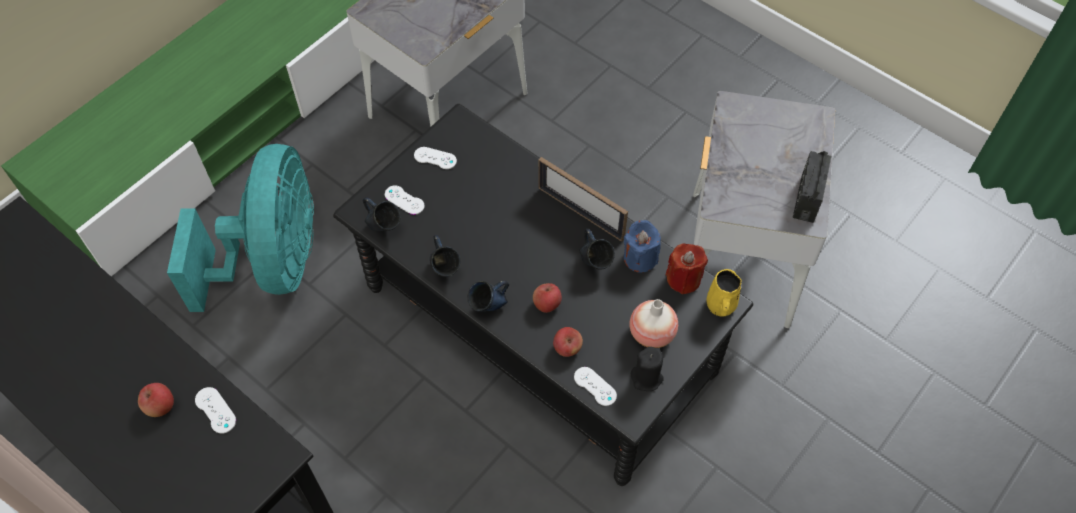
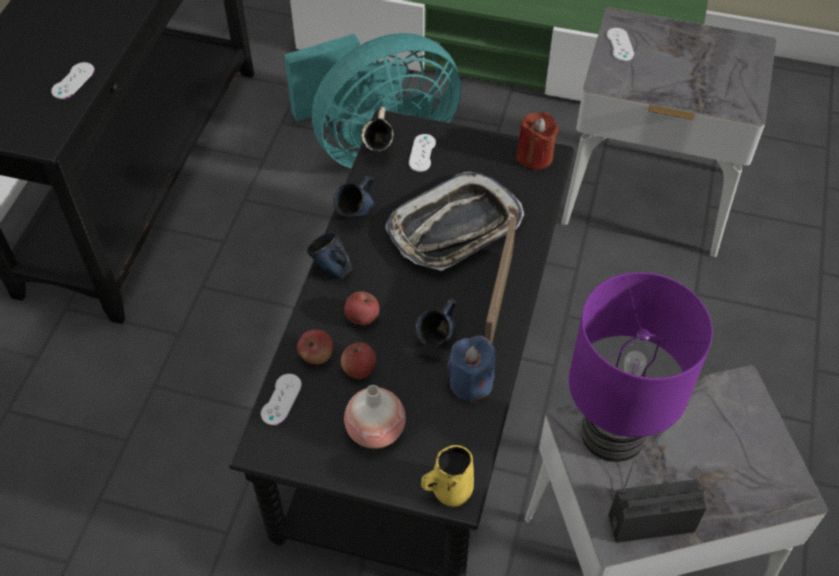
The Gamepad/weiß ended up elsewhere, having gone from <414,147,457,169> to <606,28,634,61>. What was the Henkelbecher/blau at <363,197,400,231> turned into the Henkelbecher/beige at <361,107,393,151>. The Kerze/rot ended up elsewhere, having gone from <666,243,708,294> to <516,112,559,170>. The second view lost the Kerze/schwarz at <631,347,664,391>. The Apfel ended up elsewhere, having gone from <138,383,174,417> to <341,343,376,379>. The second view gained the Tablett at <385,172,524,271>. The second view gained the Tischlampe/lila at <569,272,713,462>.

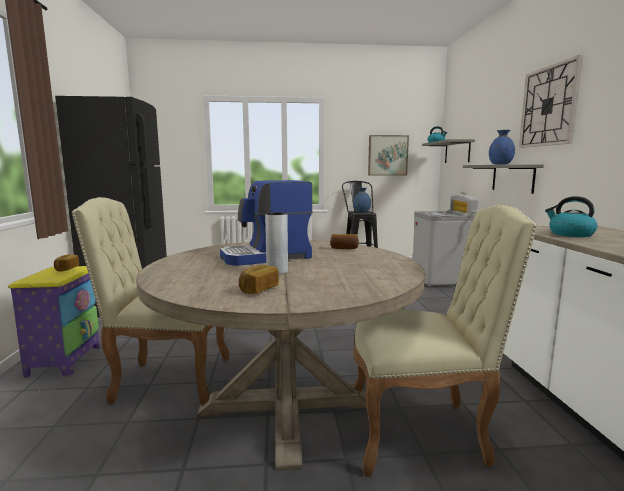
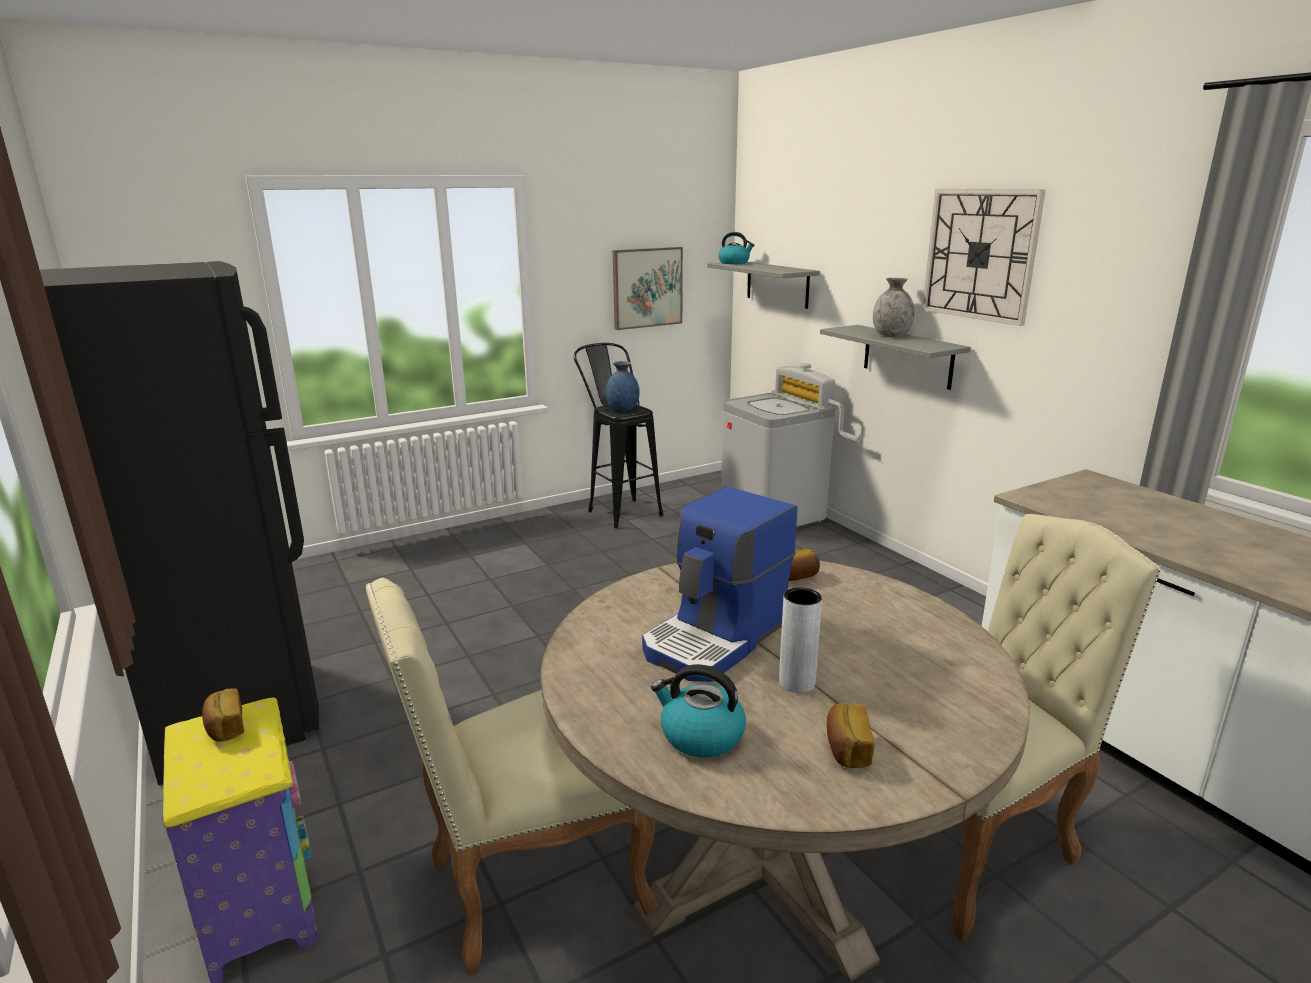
What was the Vase/blau at <489,130,515,165> turned into the Vase/grau at <873,278,914,337>. The Wasserkessel ended up elsewhere, having gone from <545,196,598,237> to <651,664,746,758>.

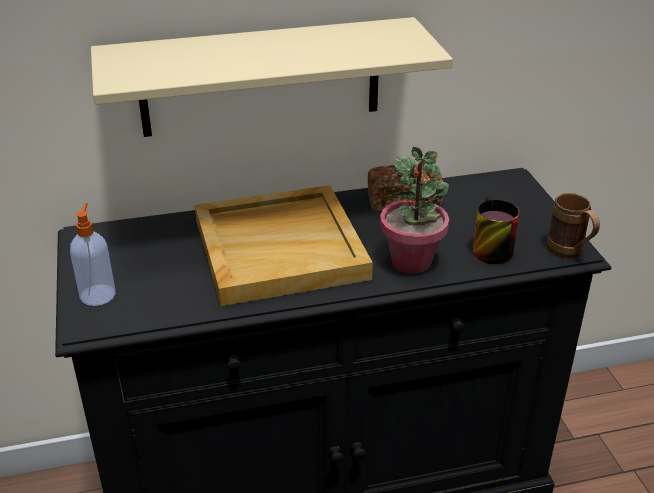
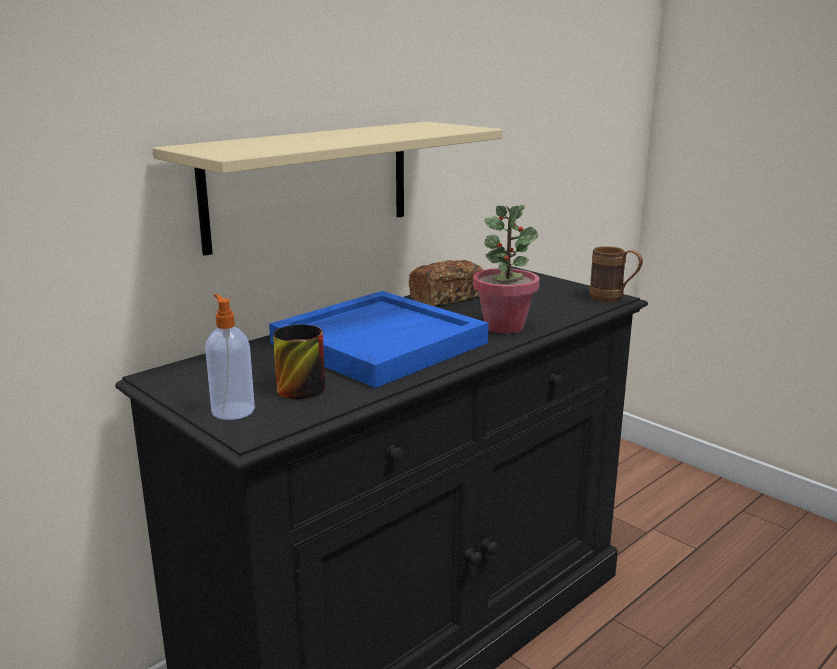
What was the Tablett/beige at <195,185,373,306> turned into the Tablett/blau at <269,291,489,388>. The Henkelbecher ended up elsewhere, having gone from <473,196,519,264> to <273,325,325,399>.

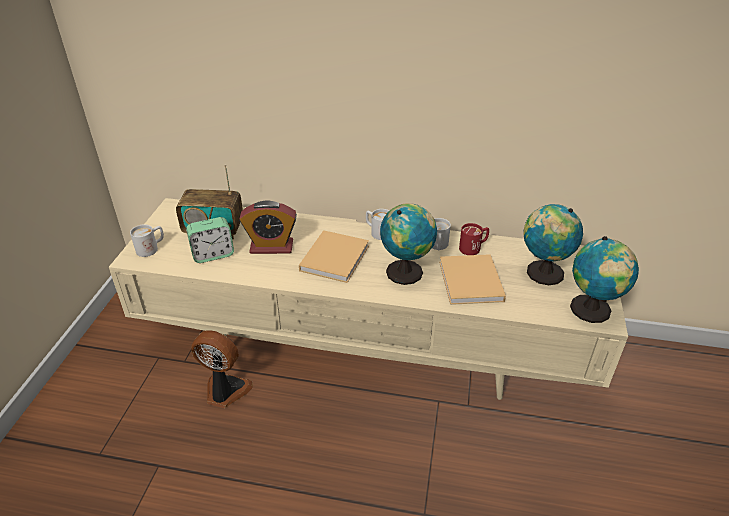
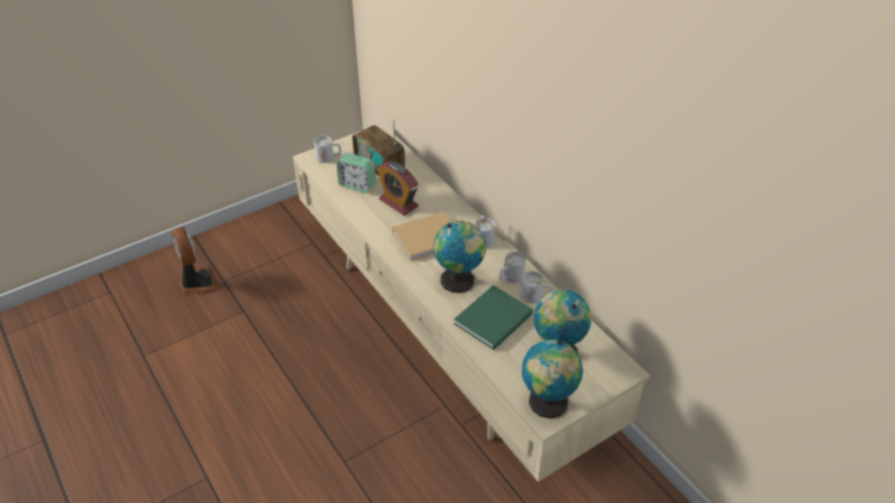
What was the Henkelbecher/rot at <459,223,489,255> turned into the Henkelbecher/weiß at <521,271,552,303>. What was the Buch/beige at <439,254,506,305> turned into the Buch/grün at <454,285,533,350>. The Ventilator ended up elsewhere, having gone from <191,330,253,408> to <172,227,219,294>.

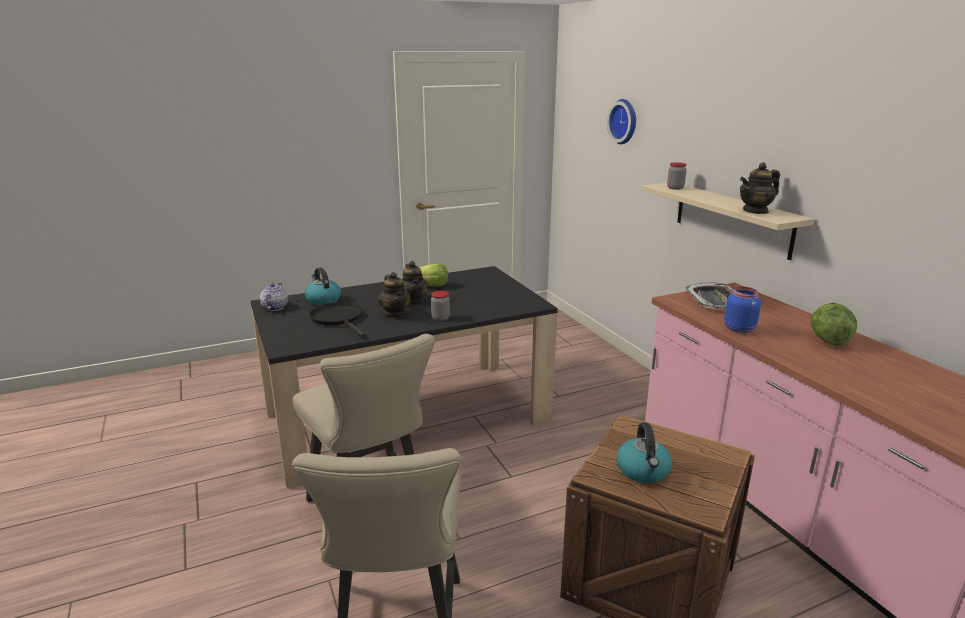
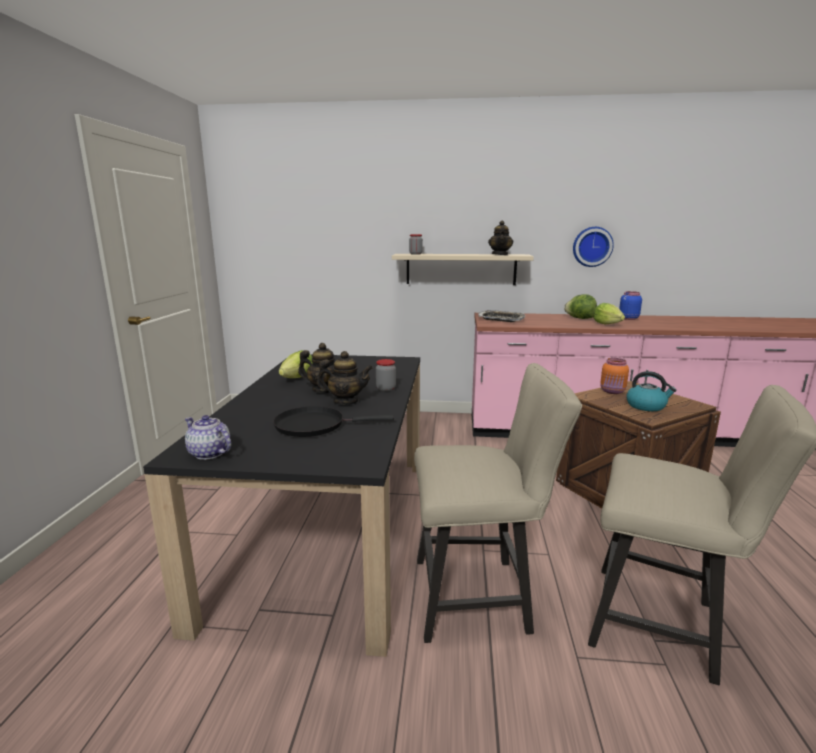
The Wanduhr ended up elsewhere, having gone from <607,99,636,144> to <573,227,614,267>. The second view lost the Wasserkessel at <305,267,341,305>. The Vorratsglas/blau ended up elsewhere, having gone from <724,287,761,333> to <619,291,642,320>. The second view gained the Salatkopf at <593,303,625,324>. The second view gained the Vorratsglas/orange at <600,358,629,394>.

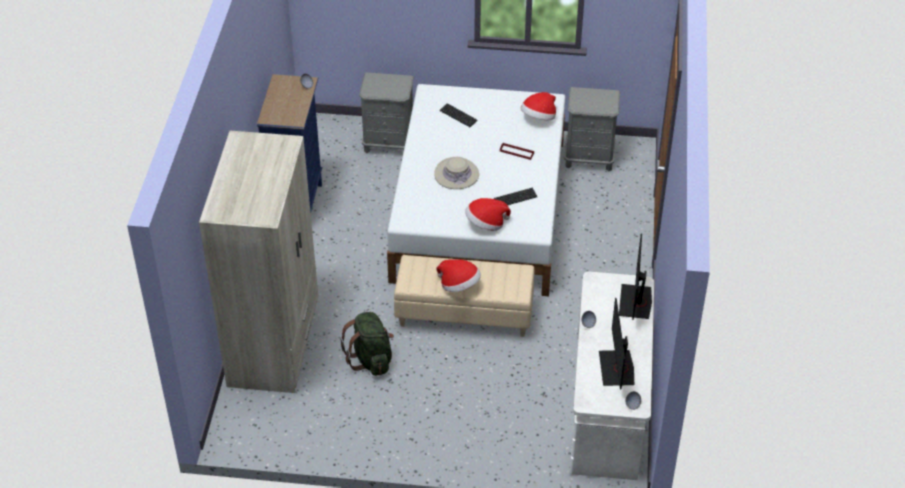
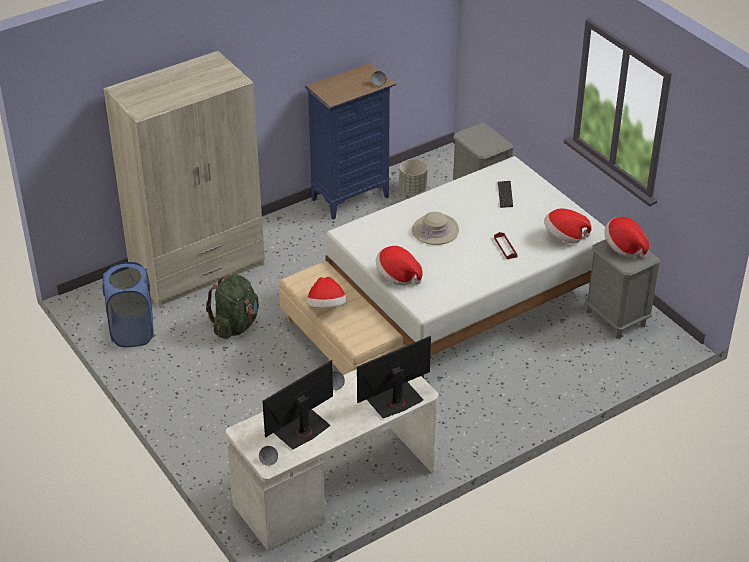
The second view lost the Tastatur at <494,188,538,205>. The second view gained the Pflanzkübel/grau at <399,159,428,193>. The second view gained the Hut at <604,217,649,258>. The second view gained the Wäschekorb/blau at <102,262,154,347>.

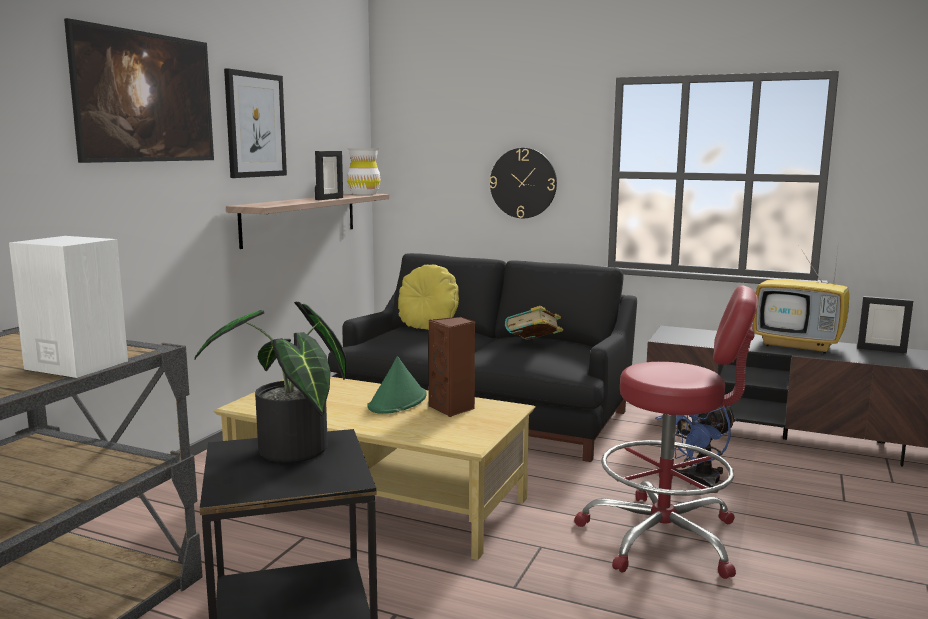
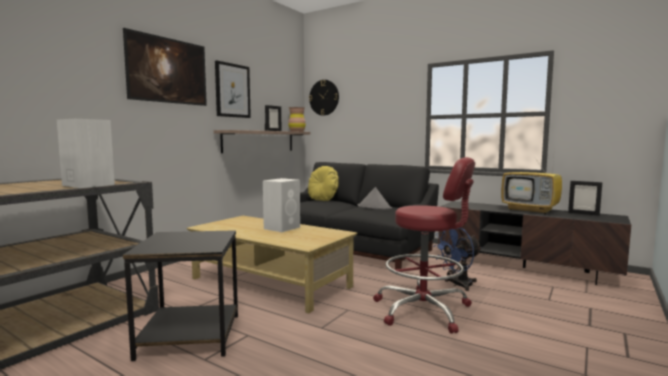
What was the Vase/weiß at <347,148,381,195> turned into the Vase/braun at <288,107,306,132>. The Wanduhr ended up elsewhere, having gone from <490,148,557,218> to <309,80,339,116>. The second view lost the Topfpflanze at <194,302,346,463>. Where the Buch stood at <505,306,563,340>, the Hut/grau came to stand at <357,187,392,210>. The second view lost the Lautsprecher/braun at <429,317,475,417>. Where the Hut/grün stood at <368,356,426,414>, the Lautsprecher/weiß came to stand at <263,178,300,232>.

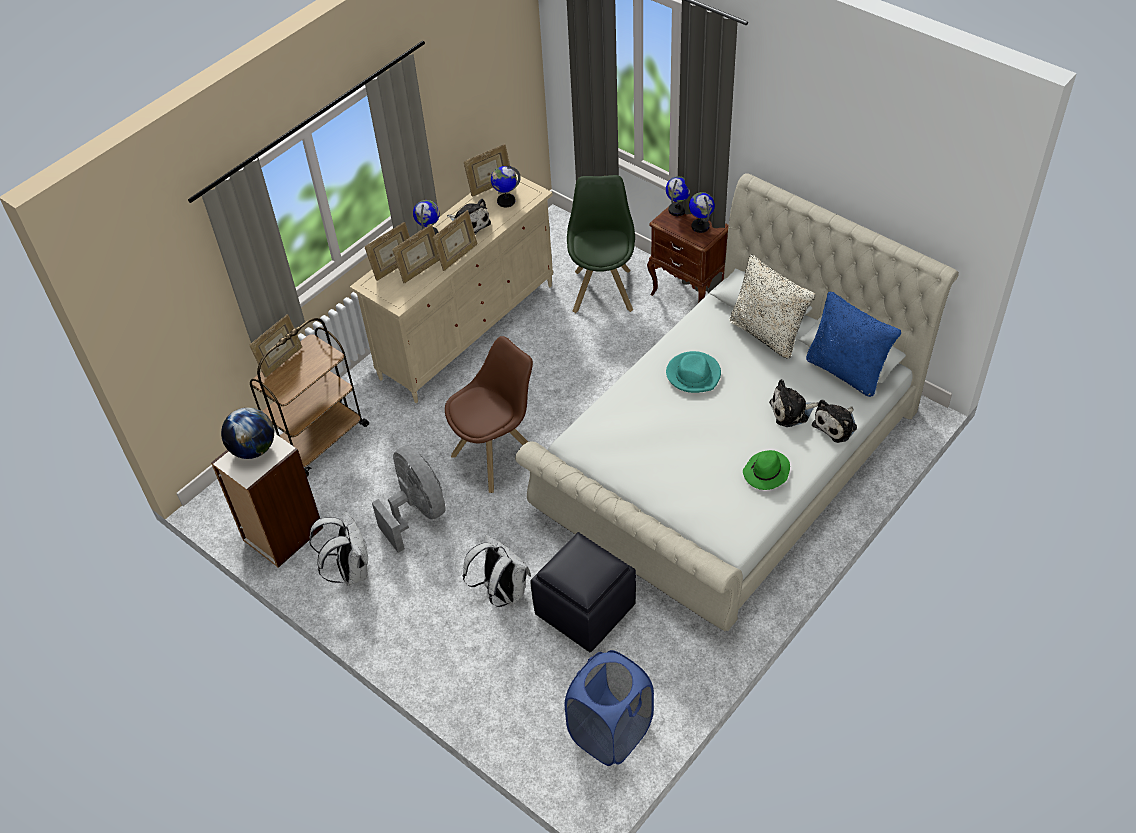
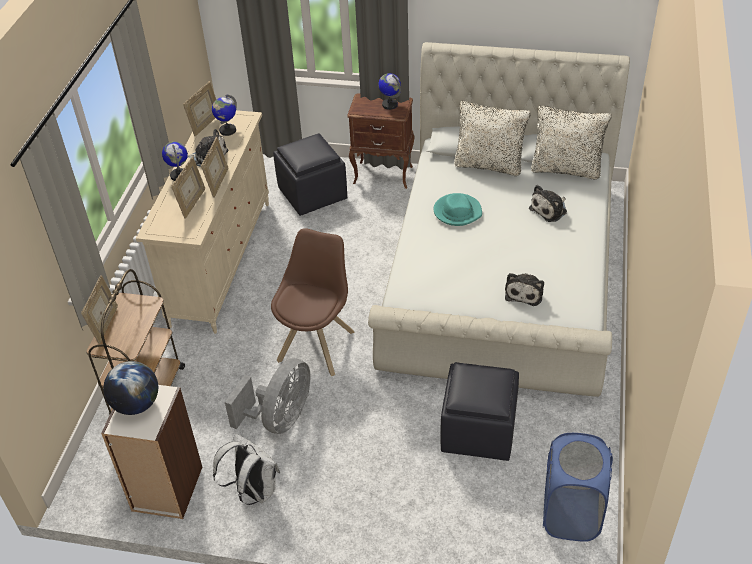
Where the Stuhl/grün stood at <567,175,635,313>, the Polsterhocker/schwarz came to stand at <273,133,347,216>. The second view lost the Globus at <666,176,690,216>. The second view lost the Bilderrahmen at <365,222,410,281>. What was the Kissen/blau at <806,291,902,397> turned into the Kissen/beige at <531,105,612,180>. The Plüschtier ended up elsewhere, having gone from <812,399,857,443> to <505,273,544,306>. The Ventilator/grau at <372,446,446,553> ended up facing another way, 90 degrees clockwise from before. The second view lost the Hut/grün at <743,450,790,490>. The second view lost the Rucksack/weiß at <463,535,531,607>.

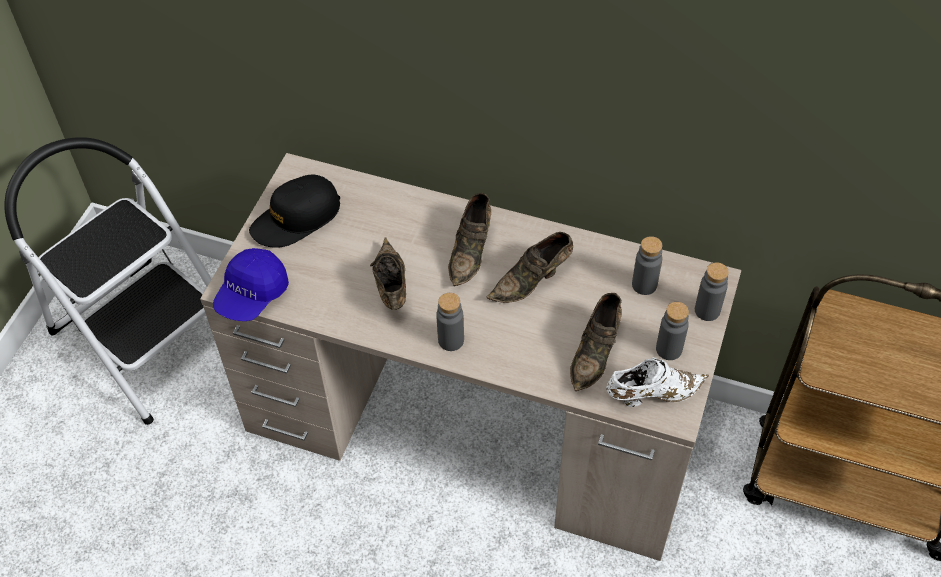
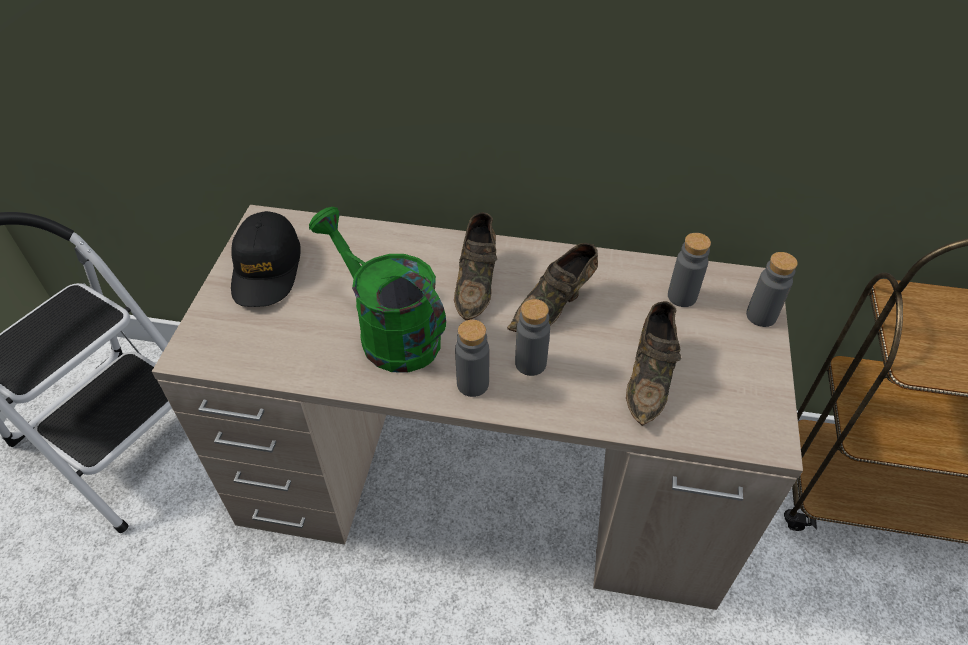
The Kappe/schwarz at <249,174,340,248> ended up facing another way, 45 degrees counterclockwise from before. Where the Schuh/braun stood at <370,237,406,310>, the Gießkanne/grün came to stand at <309,207,446,373>. The second view lost the Kappe/blau at <213,248,289,321>. The Flasche/grau ended up elsewhere, having gone from <656,302,689,360> to <515,299,550,376>. The second view lost the Schuh/weiß at <606,357,709,407>.

